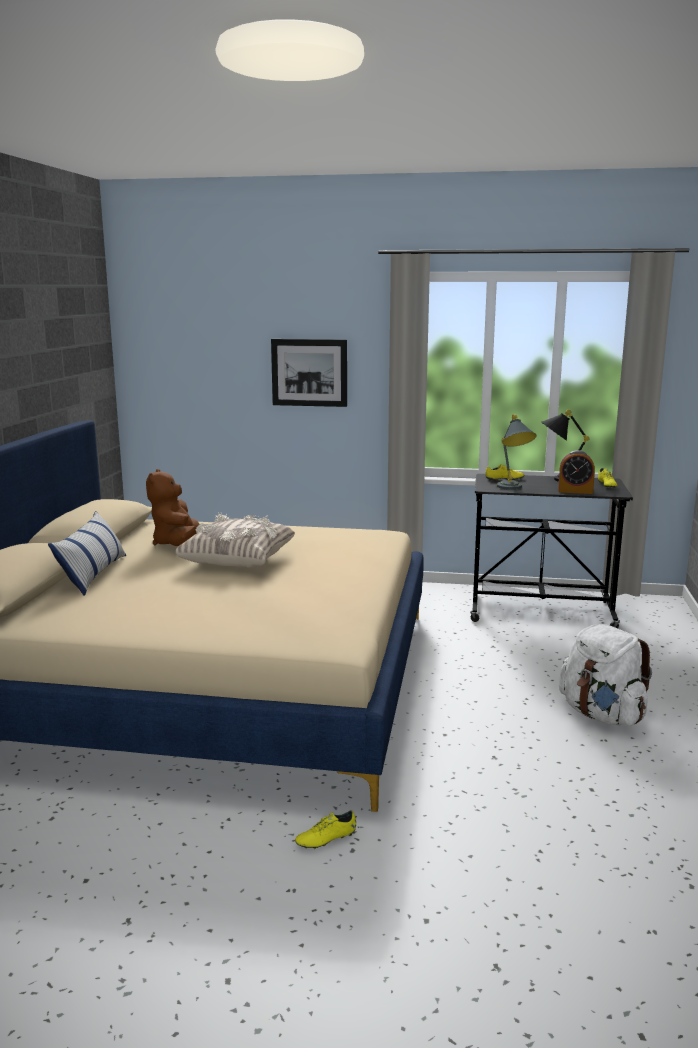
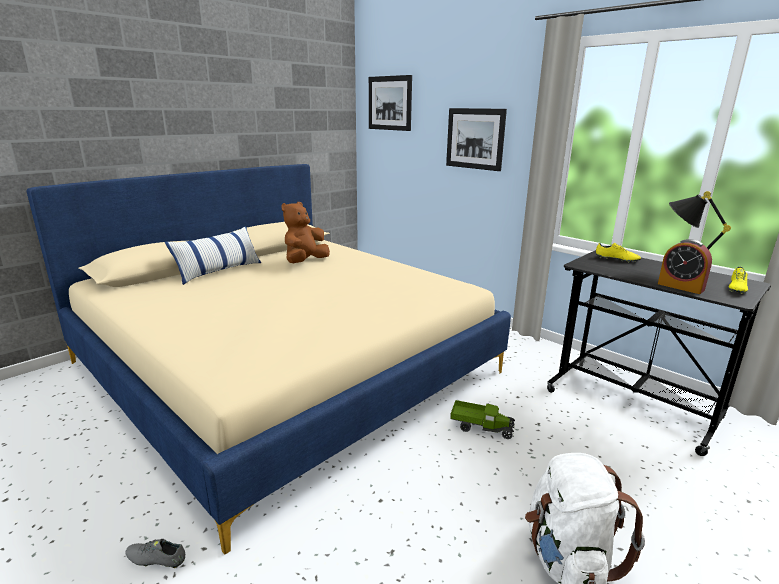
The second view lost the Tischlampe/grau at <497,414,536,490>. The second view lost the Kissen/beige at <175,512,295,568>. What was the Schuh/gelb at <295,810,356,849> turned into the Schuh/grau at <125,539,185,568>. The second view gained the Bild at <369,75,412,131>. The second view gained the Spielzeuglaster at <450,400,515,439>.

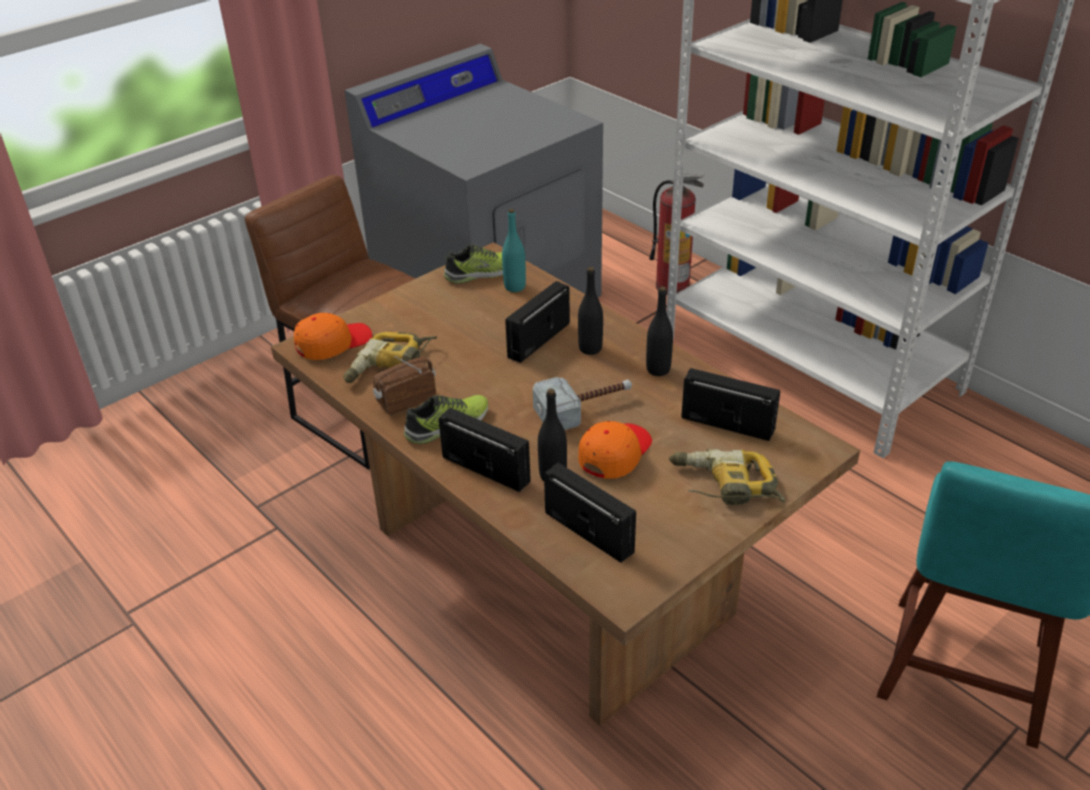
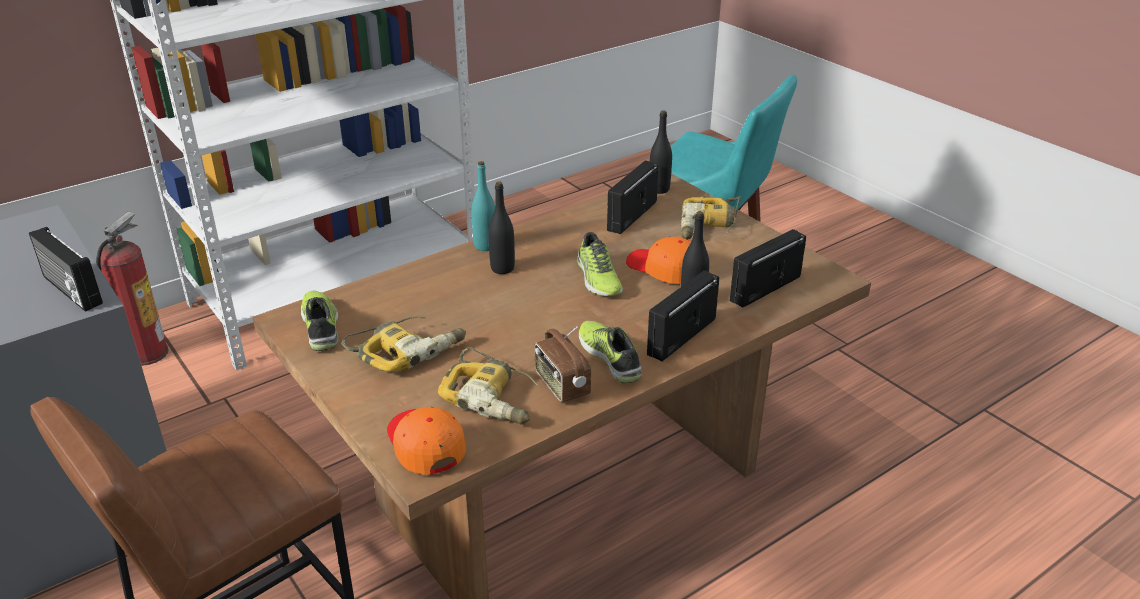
The Flasche/türkis ended up elsewhere, having gone from <502,209,526,292> to <471,161,495,251>. The Radio ended up elsewhere, having gone from <505,281,570,363> to <29,227,103,312>. The Flasche/schwarz ended up elsewhere, having gone from <646,287,673,376> to <650,110,672,194>. Where the Hammer stood at <533,377,632,430>, the Schuh came to stand at <577,232,623,296>. The second view gained the Bohrmaschine at <341,316,466,372>.

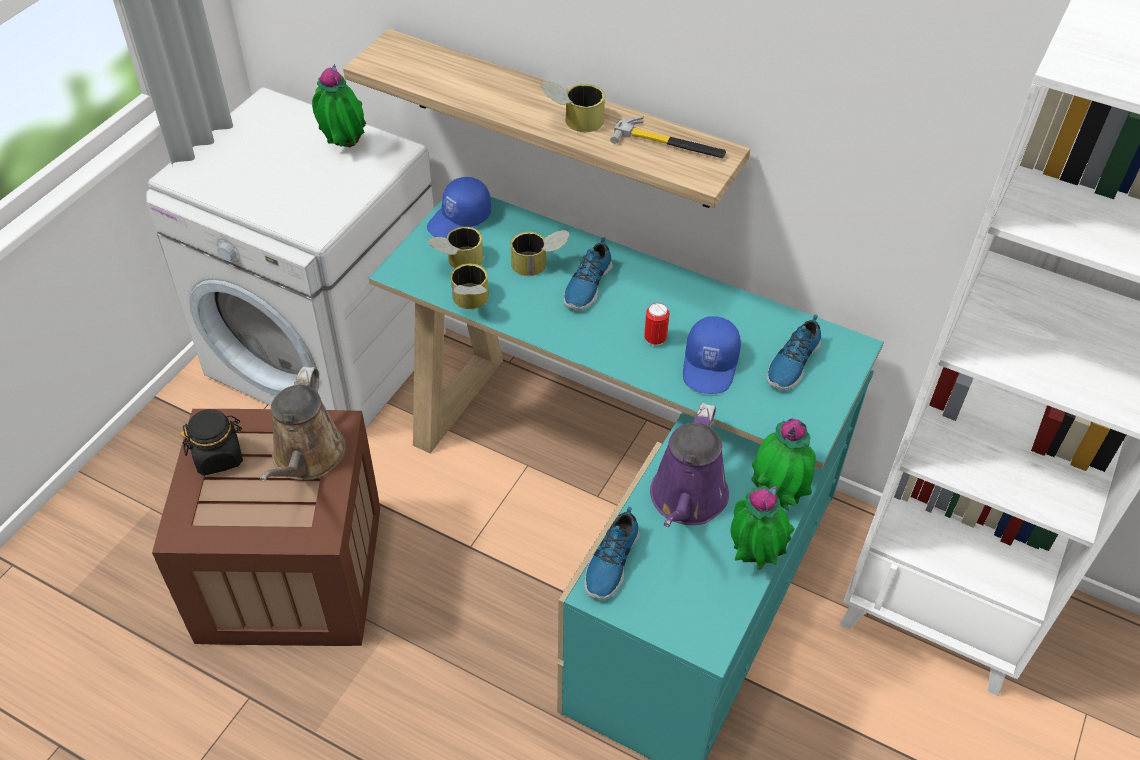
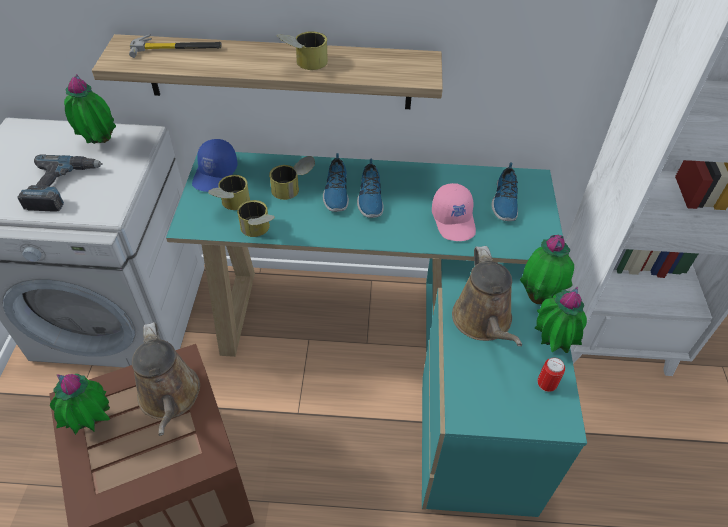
The Hammer ended up elsewhere, having gone from <610,117,726,158> to <129,34,222,58>. The Dose ended up elsewhere, having gone from <644,303,669,346> to <537,357,565,392>. What was the Kappe/blau at <683,316,741,394> turned into the Kappe/rosa at <432,183,476,241>. What was the Gießkanne/lila at <650,403,729,527> turned into the Gießkanne/braun at <452,246,522,346>. Where the Vorratsglas/schwarz stood at <180,409,243,476>, the Topfpflanze came to stand at <50,374,110,435>. The Schuh ended up elsewhere, having gone from <585,507,640,600> to <357,159,384,218>. The second view gained the Bohrmaschine at <17,154,103,212>.

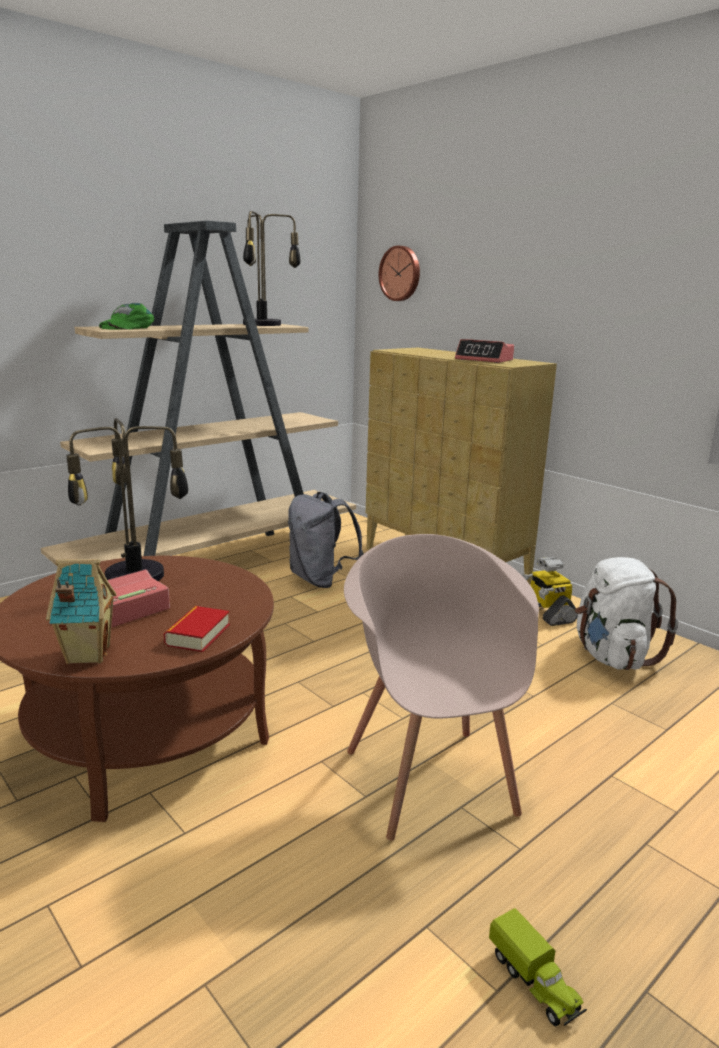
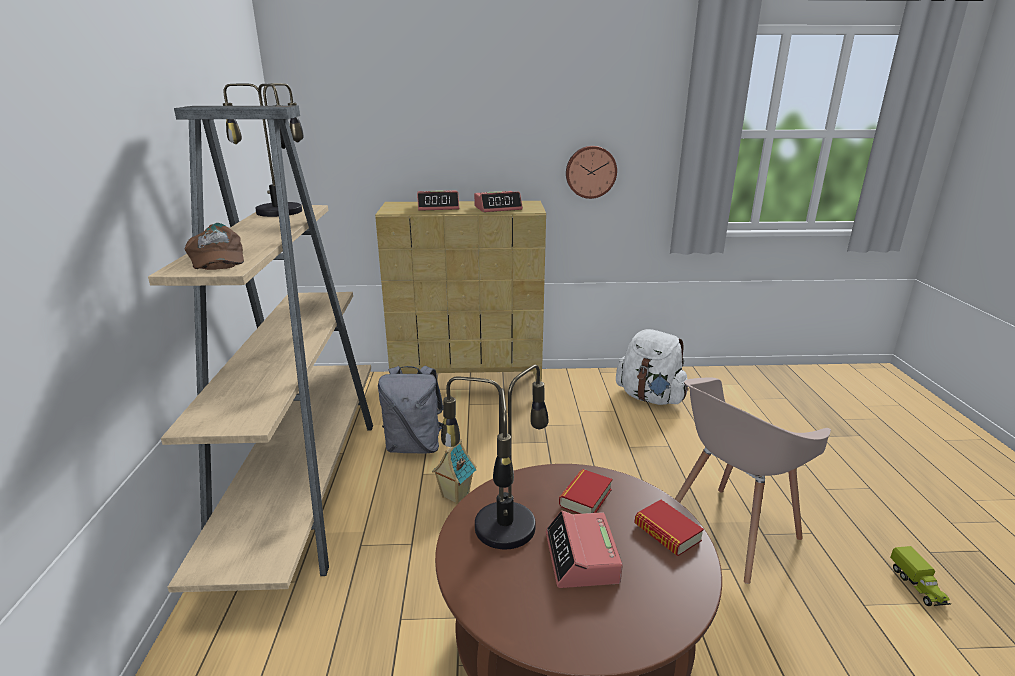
The Wanduhr ended up elsewhere, having gone from <379,246,420,301> to <566,146,617,199>. What was the Kappe/grün at <99,303,154,330> turned into the Kappe/braun at <184,223,244,270>. The Stuhl/beige at <344,534,539,841> ended up facing another way, 60 degrees counterclockwise from before. The second view lost the Spielzeugroboter at <522,557,578,626>. The Spielzeughaus ended up elsewhere, having gone from <46,559,117,664> to <432,439,477,504>. The Spielzeuglaster at <489,908,587,1026> ended up facing another way, 75 degrees clockwise from before. The second view gained the Wecker at <417,190,459,211>. The second view gained the Buch at <559,469,613,514>.

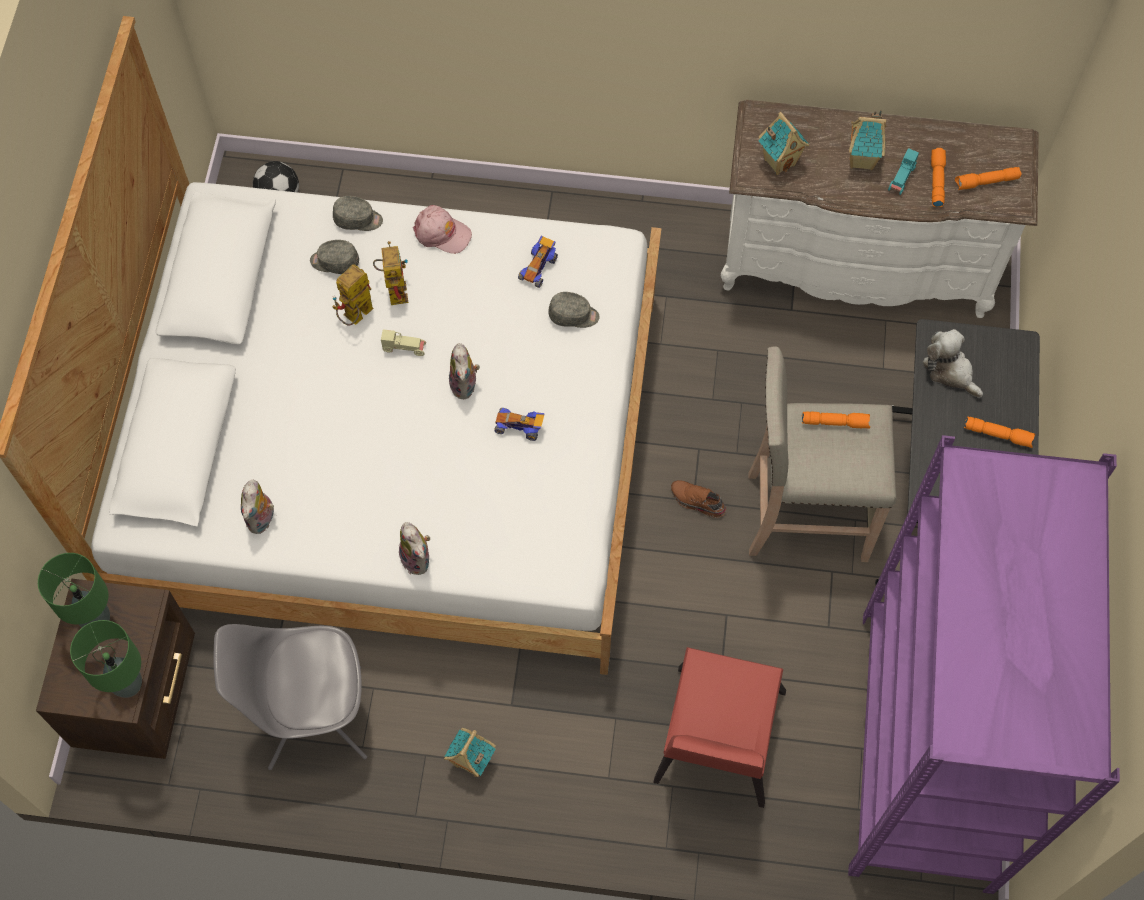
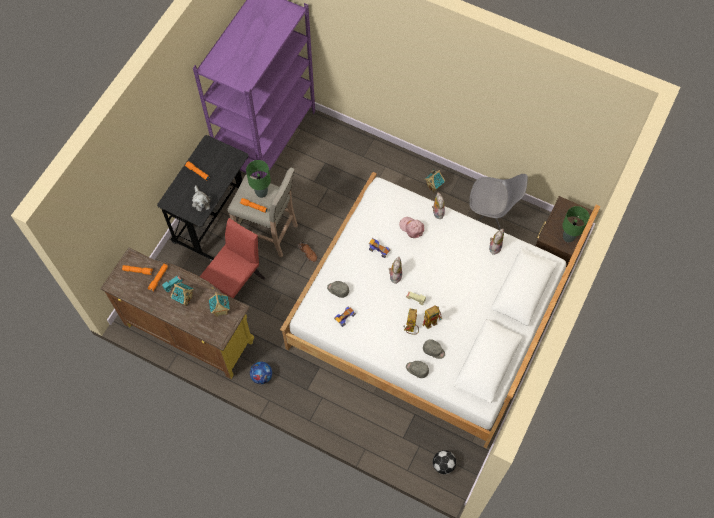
What was the Kommode/weiß at <721,100,1039,318> turned into the Kommode/gelb at <100,247,254,379>. The Kappe/rosa ended up elsewhere, having gone from <413,205,472,254> to <399,217,424,238>. The Tischlampe/grün ended up elsewhere, having gone from <70,620,142,698> to <246,160,271,198>. The Stuhl/rot ended up elsewhere, having gone from <653,647,786,808> to <200,218,265,298>. The second view gained the Fußball at <250,362,272,384>.

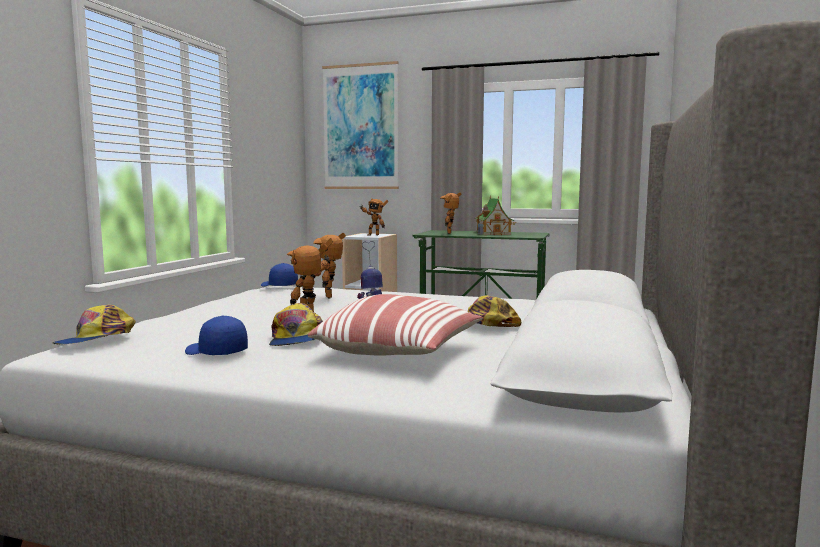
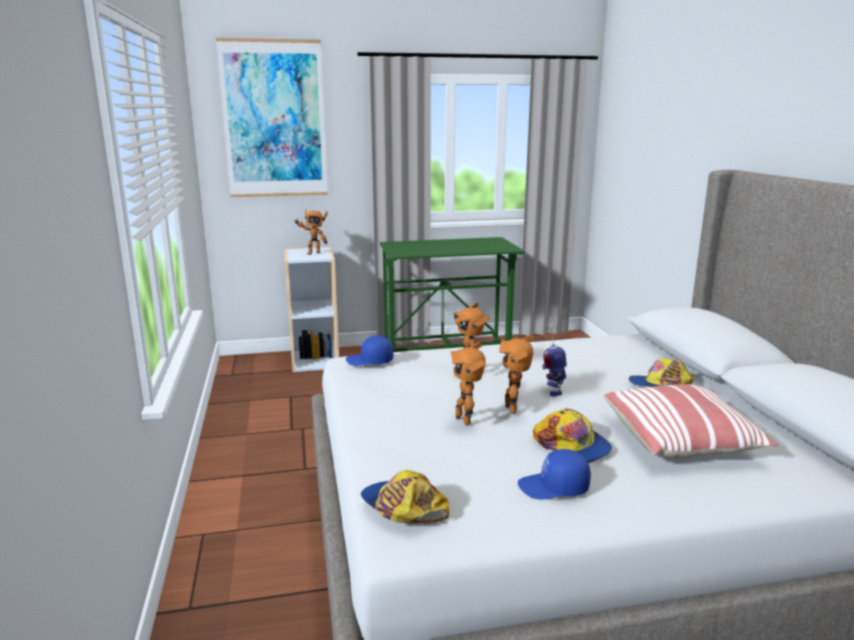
The Spielzeugroboter ended up elsewhere, having gone from <441,192,462,234> to <450,342,485,425>. The second view lost the Spielzeughaus at <475,196,515,235>. The Kappe at <52,305,136,344> ended up facing another way, 135 degrees clockwise from before.

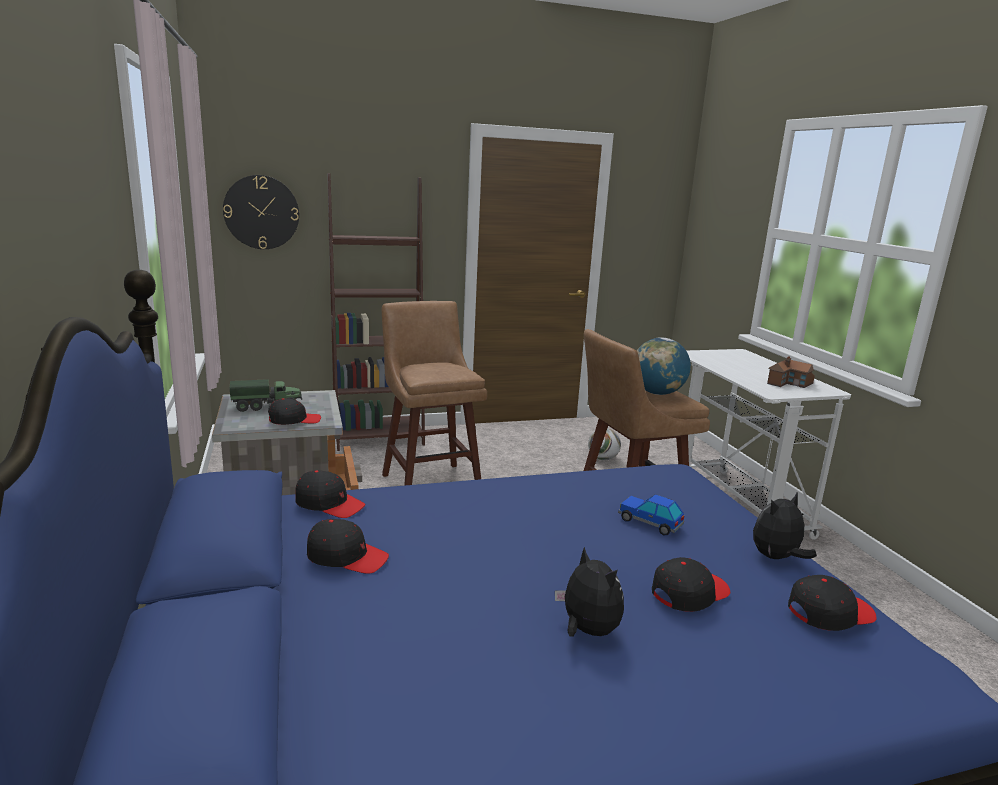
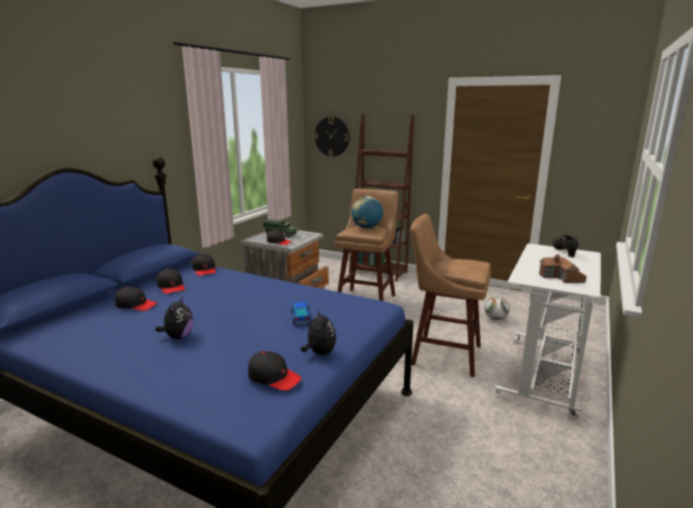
The Globus ended up elsewhere, having gone from <637,337,691,395> to <351,196,383,228>. The Plüschtier at <753,493,817,559> ended up facing another way, 60 degrees clockwise from before. The Kappe/schwarz ended up elsewhere, having gone from <652,557,730,612> to <115,287,157,311>. The second view gained the Schuh/schwarz at <552,235,579,257>.

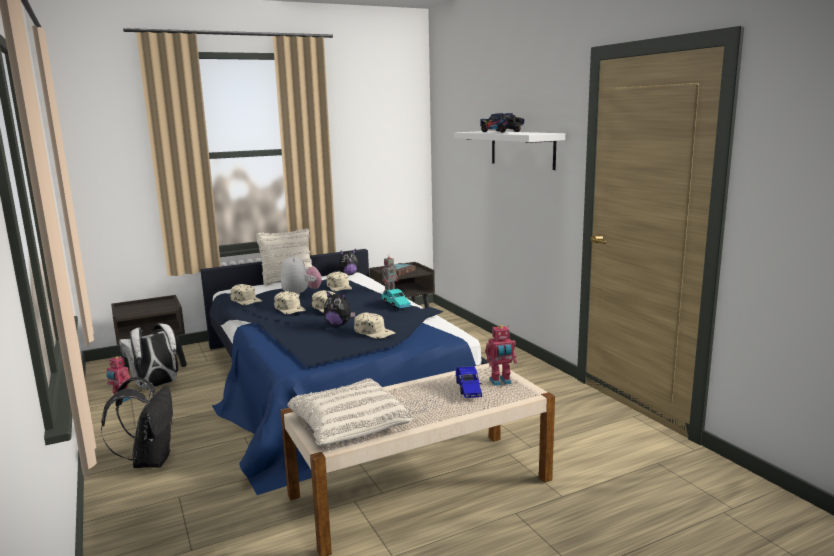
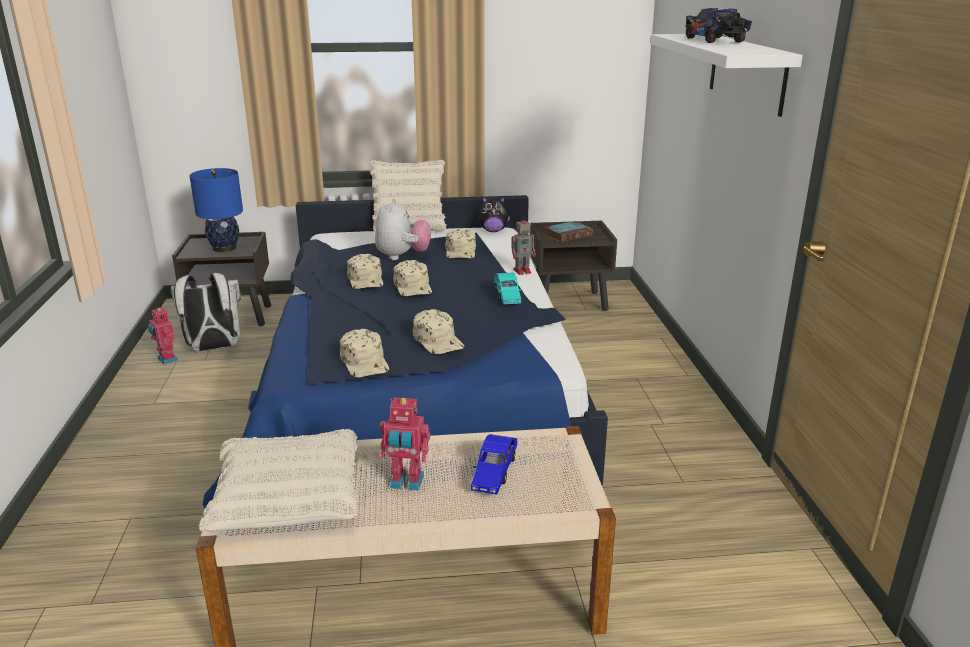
The Kappe/beige ended up elsewhere, having gone from <230,284,262,305> to <340,329,389,377>. The second view lost the Plüschtier at <324,291,356,326>. The Spielzeugroboter ended up elsewhere, having gone from <485,325,517,386> to <380,398,430,490>. The second view lost the Rucksack/schwarz at <101,377,173,468>. The second view gained the Tischlampe/blau at <190,168,243,252>.

